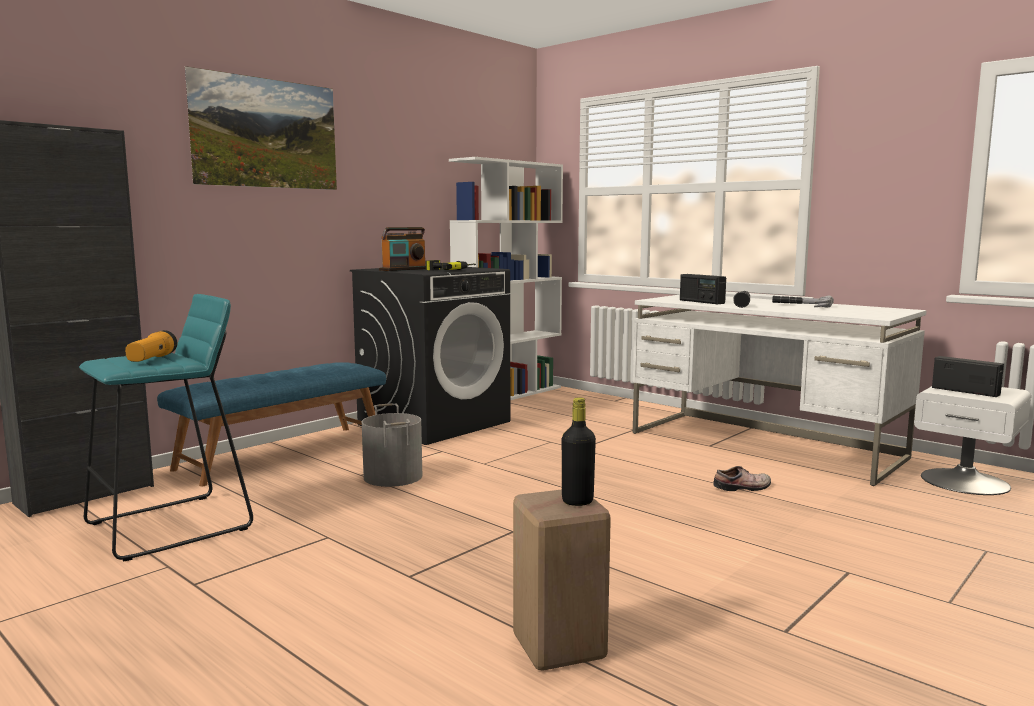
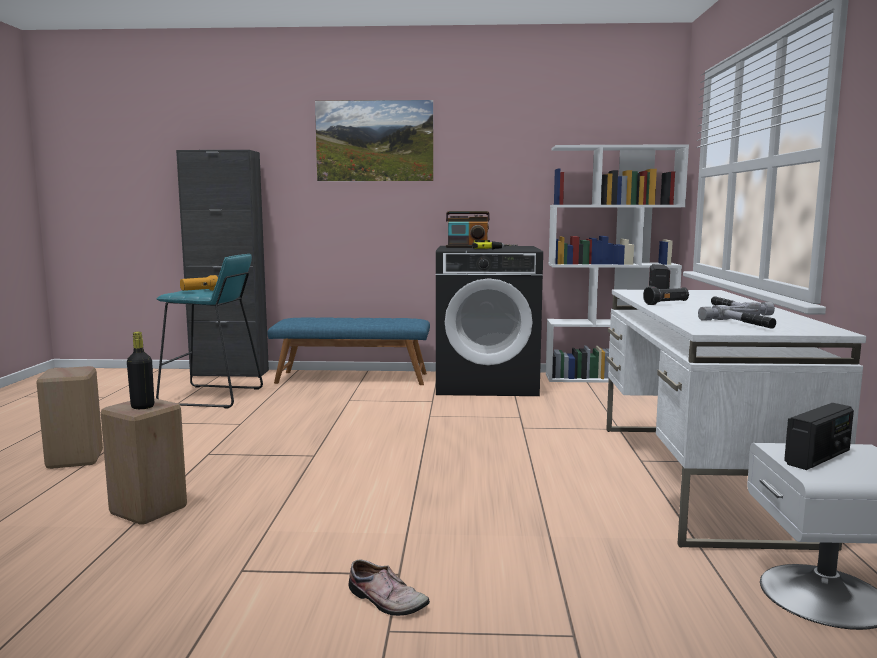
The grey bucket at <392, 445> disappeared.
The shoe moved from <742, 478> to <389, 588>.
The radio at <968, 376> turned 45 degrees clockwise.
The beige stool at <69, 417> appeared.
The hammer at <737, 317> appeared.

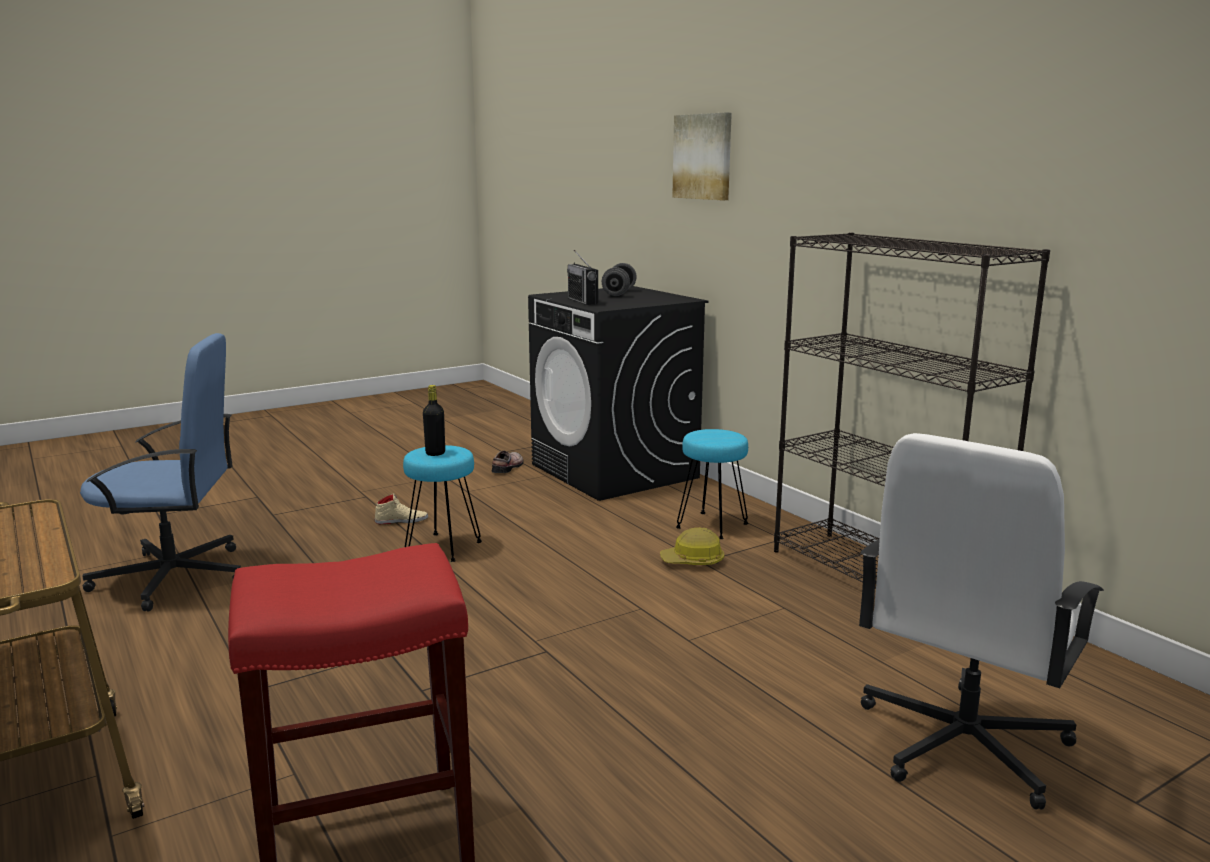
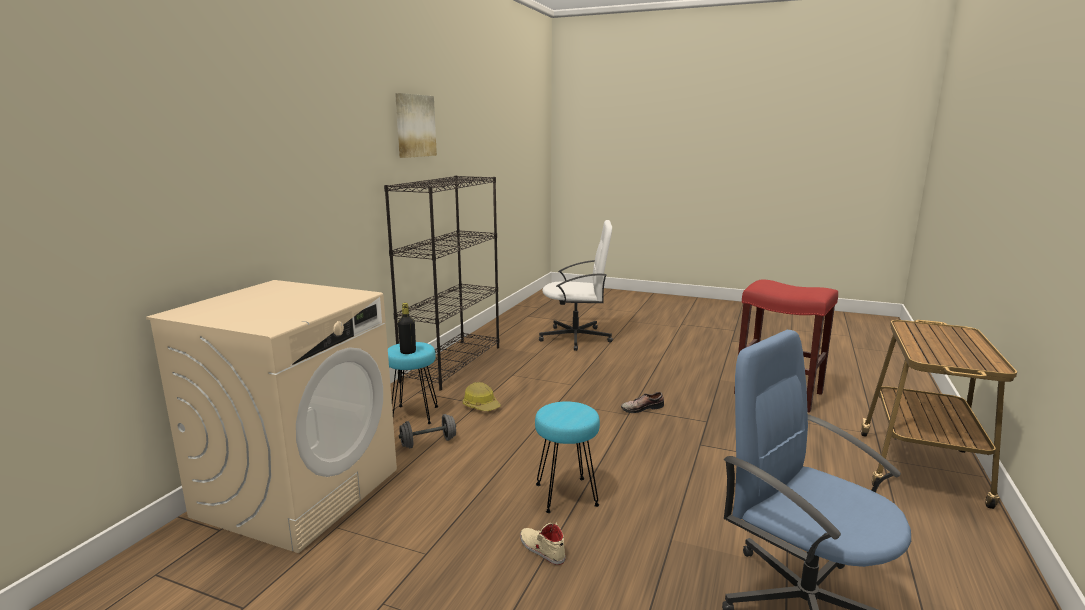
The black bottle moved from <434, 420> to <407, 328>.
The shoe moved from <508, 461> to <642, 402>.
The black washing machine at <618, 393> became the beige washing machine at <271, 416>.
The radio at <582, 277> disappeared.
The grey dumbbell moved from <619, 279> to <427, 431>.
The picture moved from <702, 156> to <416, 125>.

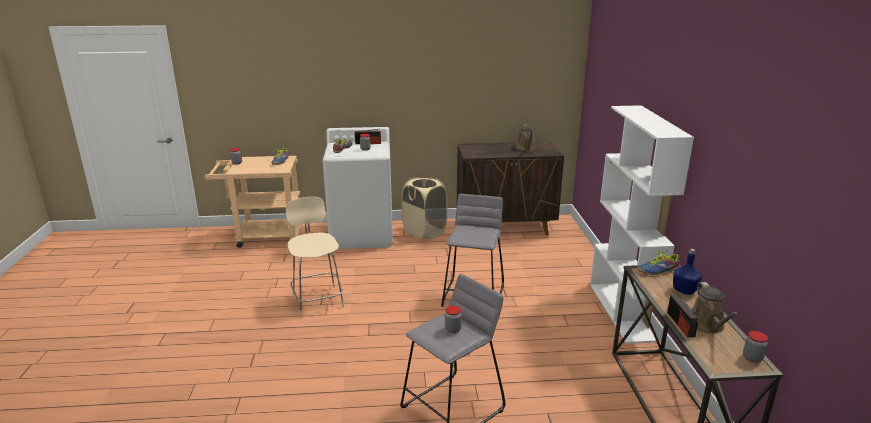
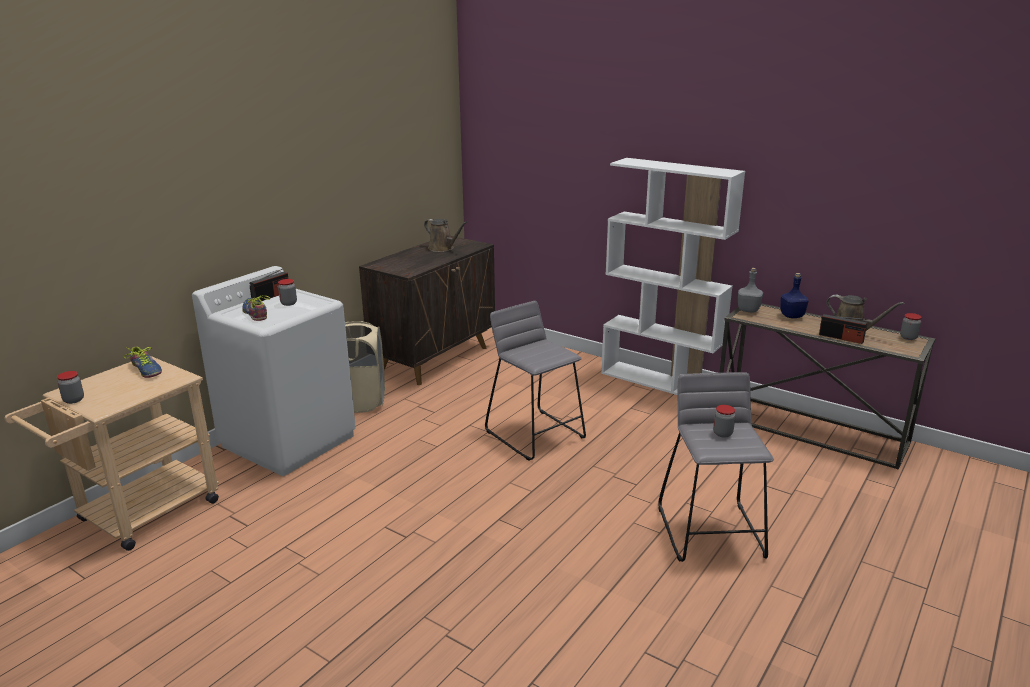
The beige stool at <315, 256> disappeared.
The shoe at <659, 262> was replaced by the grey bottle at <750, 290>.

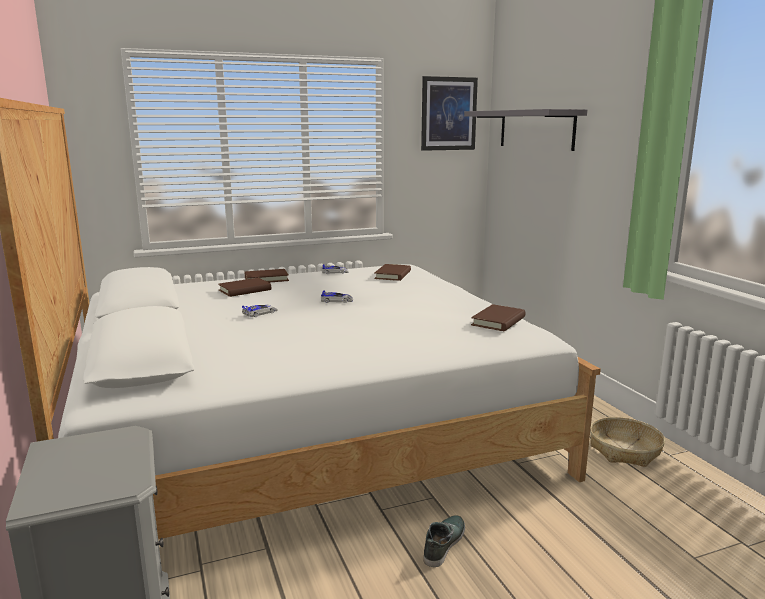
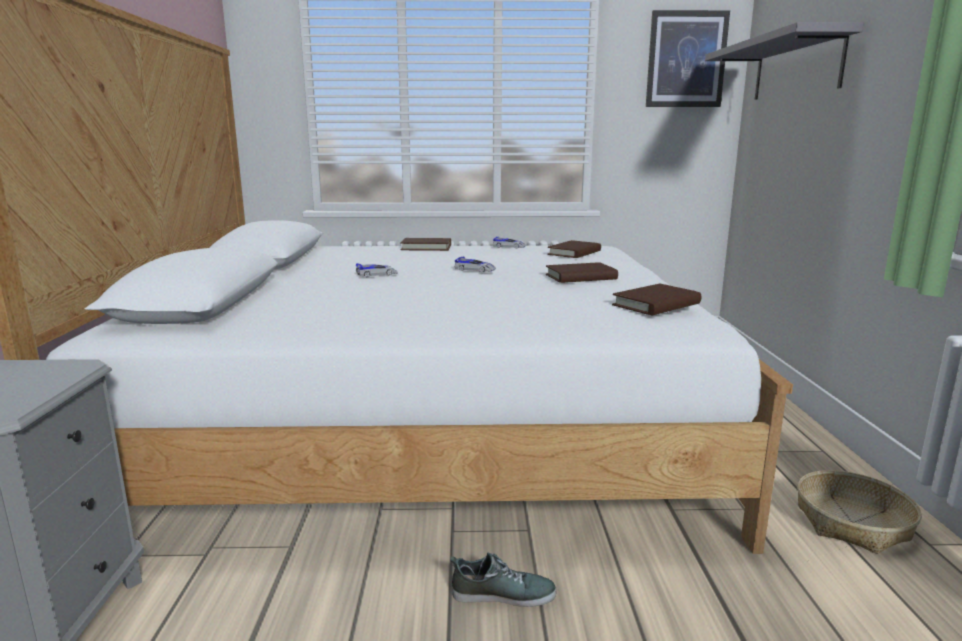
The brown book moved from <244, 287> to <582, 272>.
The shoe at <444, 541> turned 45 degrees clockwise.

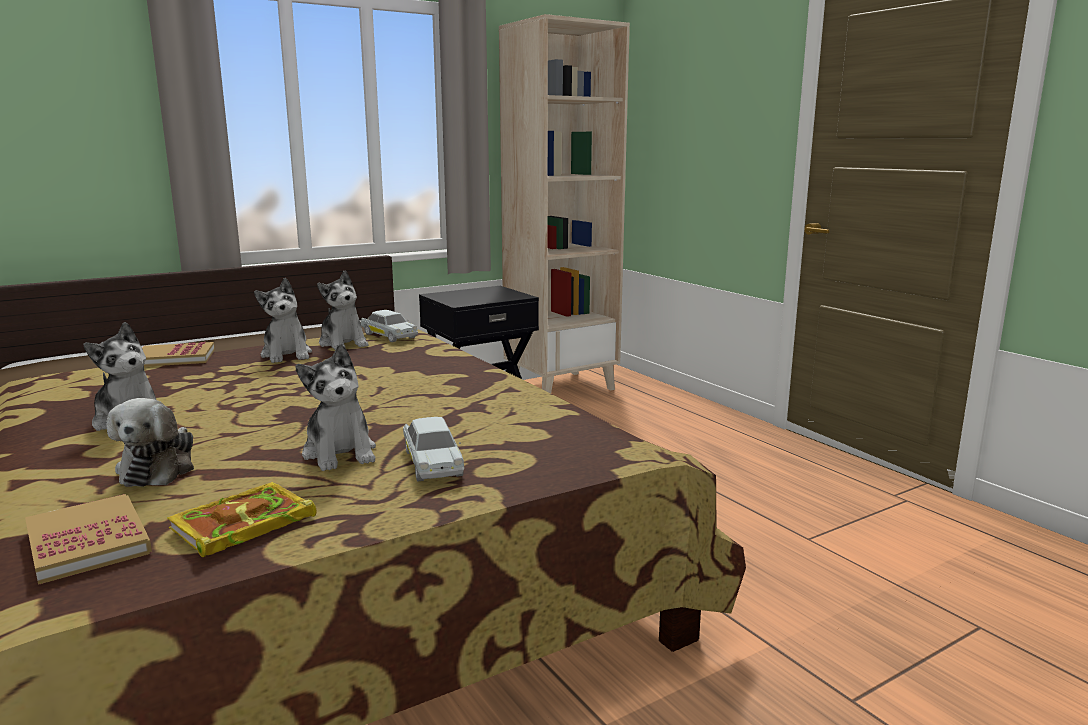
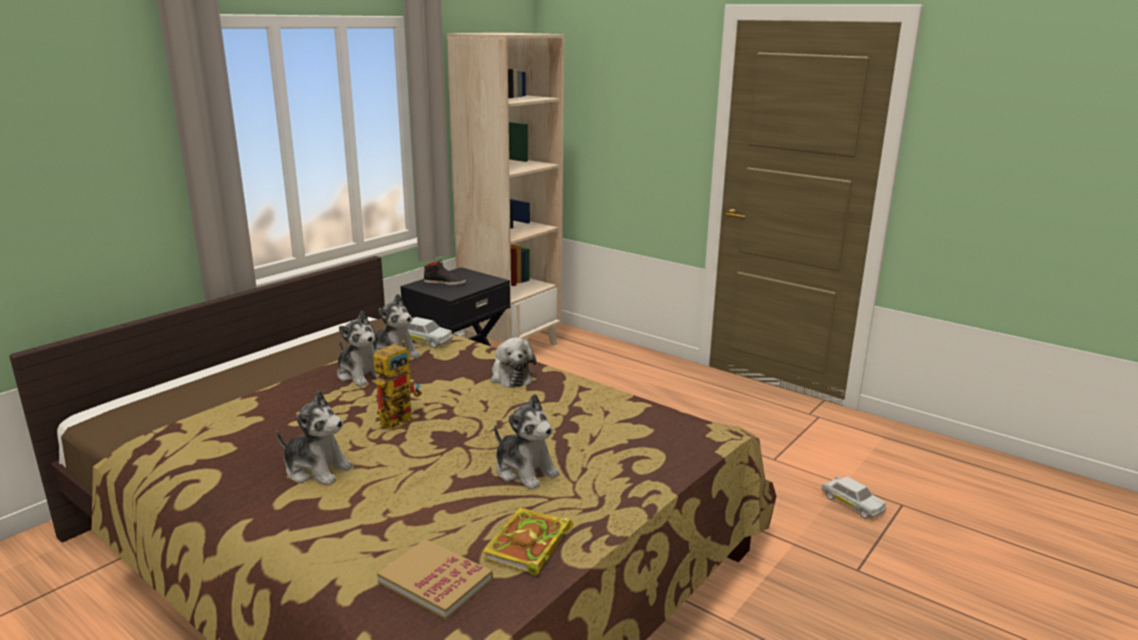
The plush toy moved from <150, 442> to <513, 363>.
The book at <178, 354> disappeared.
The white toy car moved from <433, 449> to <853, 497>.
The toy robot at <397, 385> appeared.
The black shoe at <445, 272> appeared.

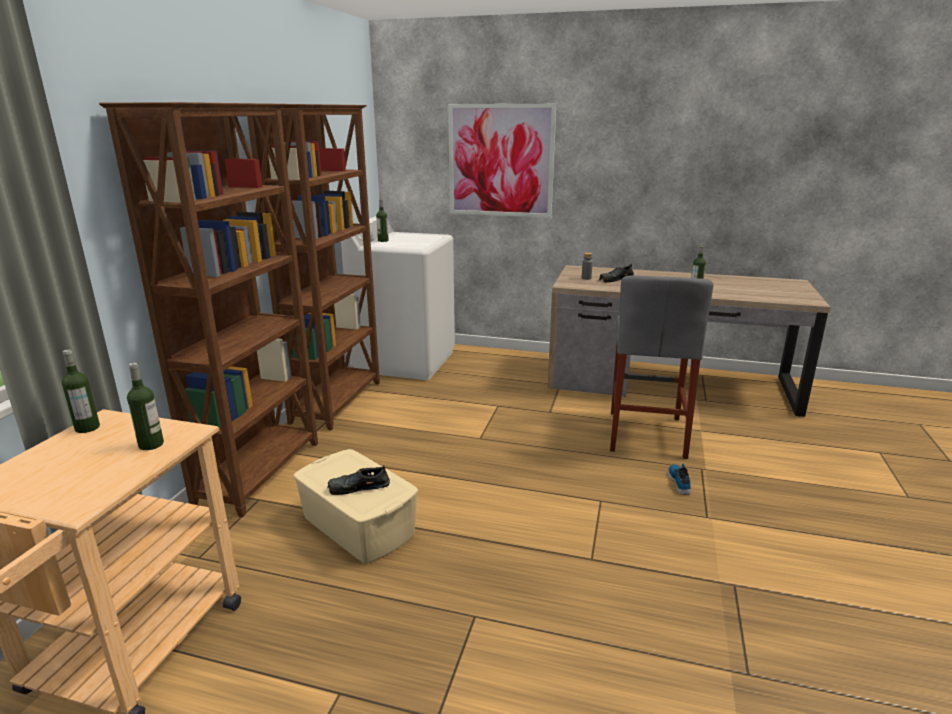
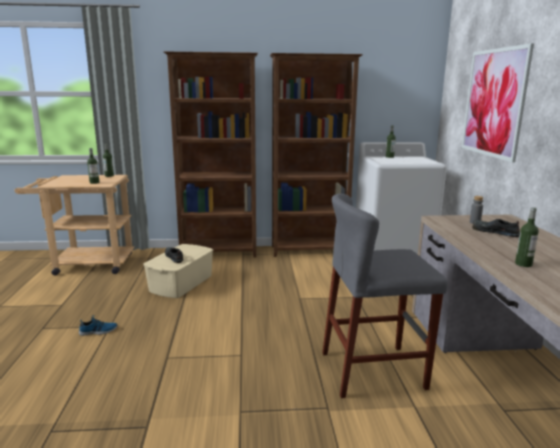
The shoe moved from <679, 479> to <98, 325>.

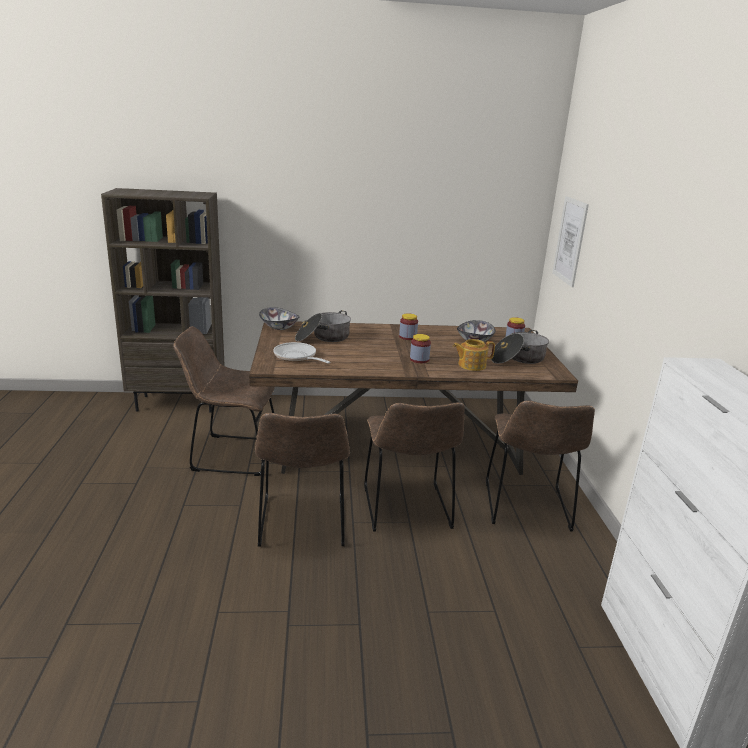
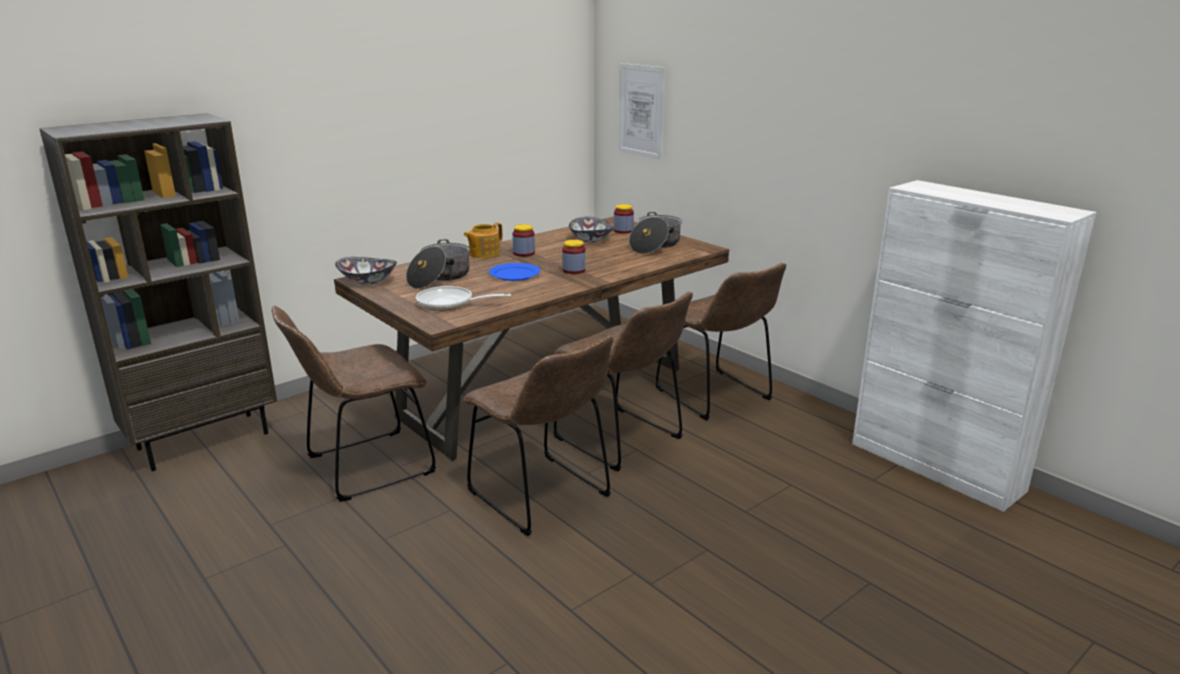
The teapot moved from <474, 355> to <483, 240>.
The blue plate at <514, 272> appeared.

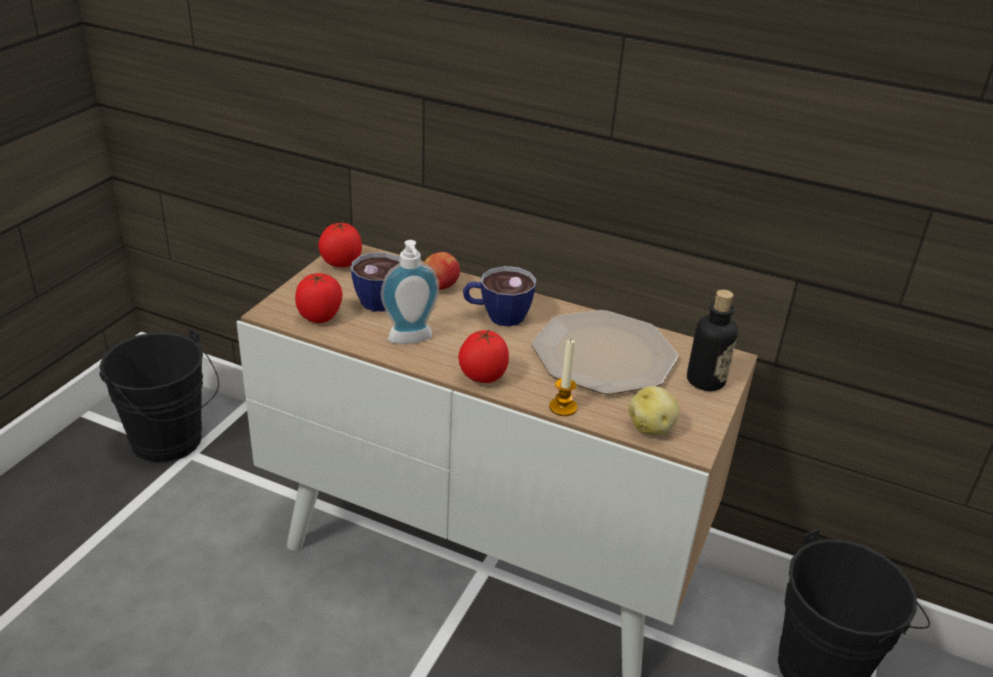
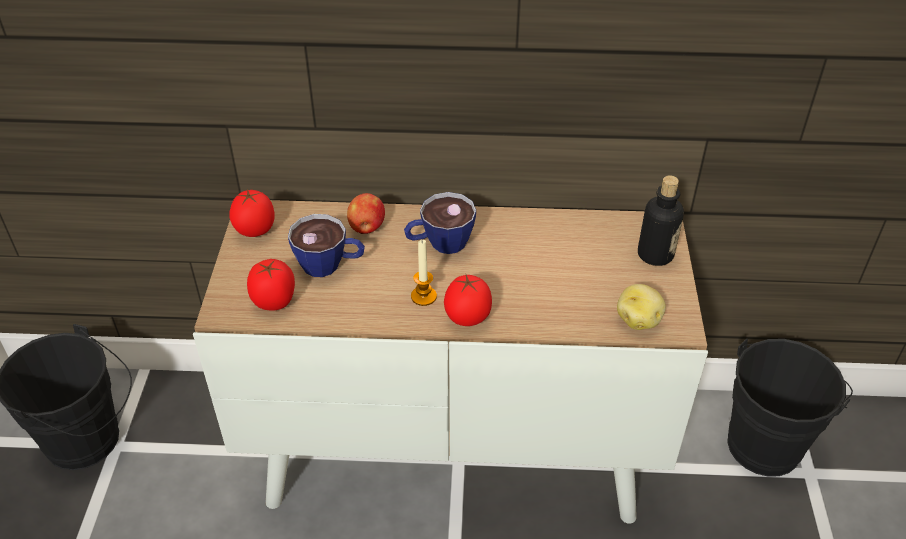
The soap dispenser at <410, 292> disappeared.
The plate at <605, 352> disappeared.
The candle moved from <563, 378> to <424, 273>.

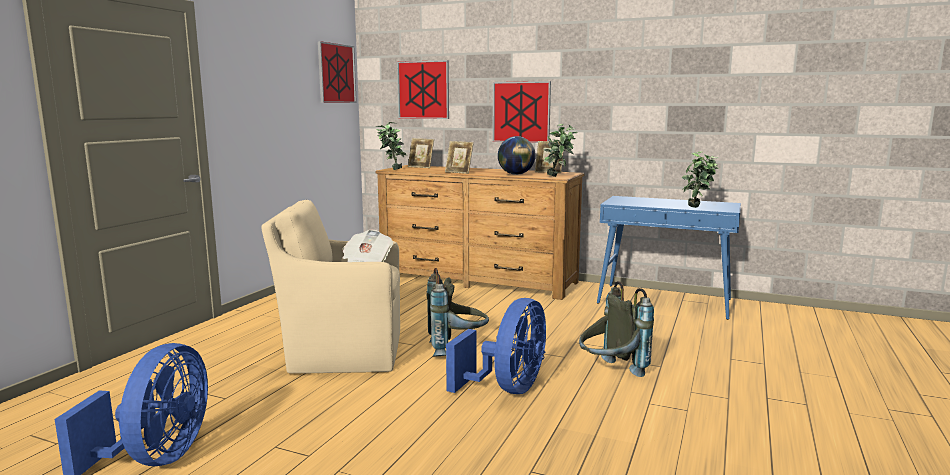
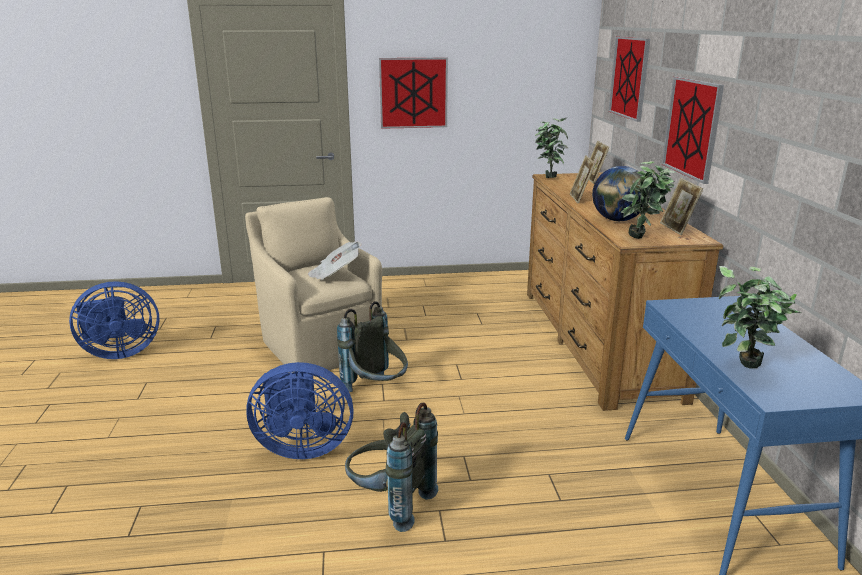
The picture moved from <337, 72> to <413, 93>.

